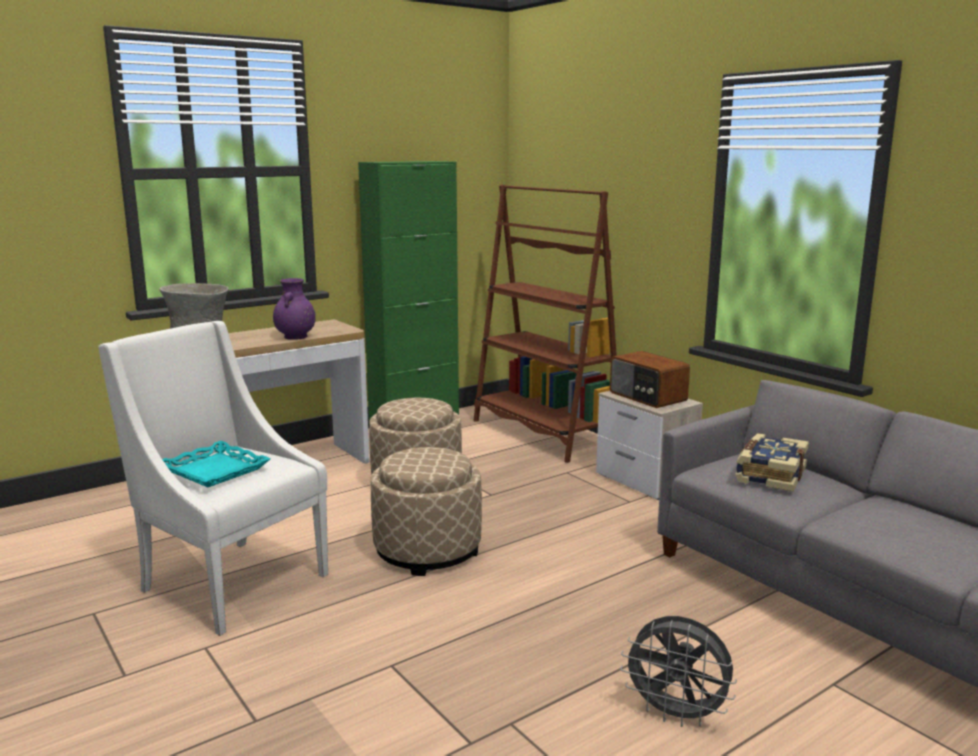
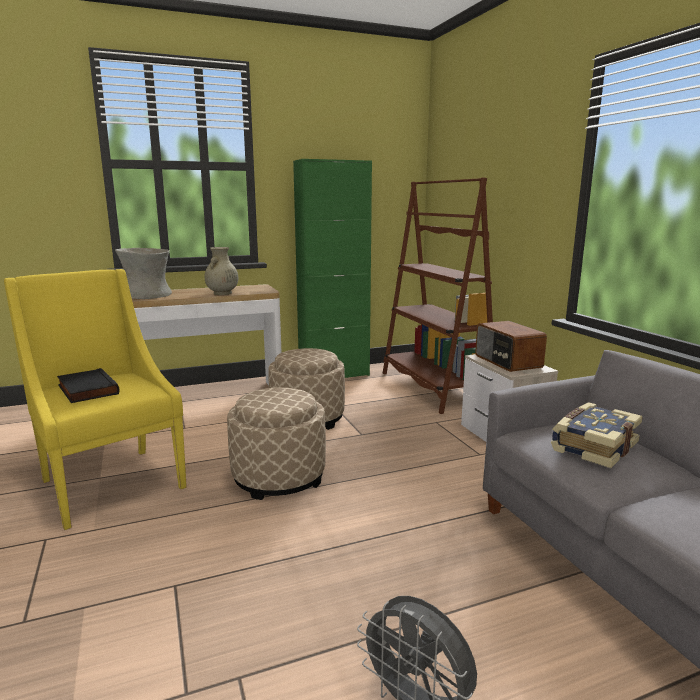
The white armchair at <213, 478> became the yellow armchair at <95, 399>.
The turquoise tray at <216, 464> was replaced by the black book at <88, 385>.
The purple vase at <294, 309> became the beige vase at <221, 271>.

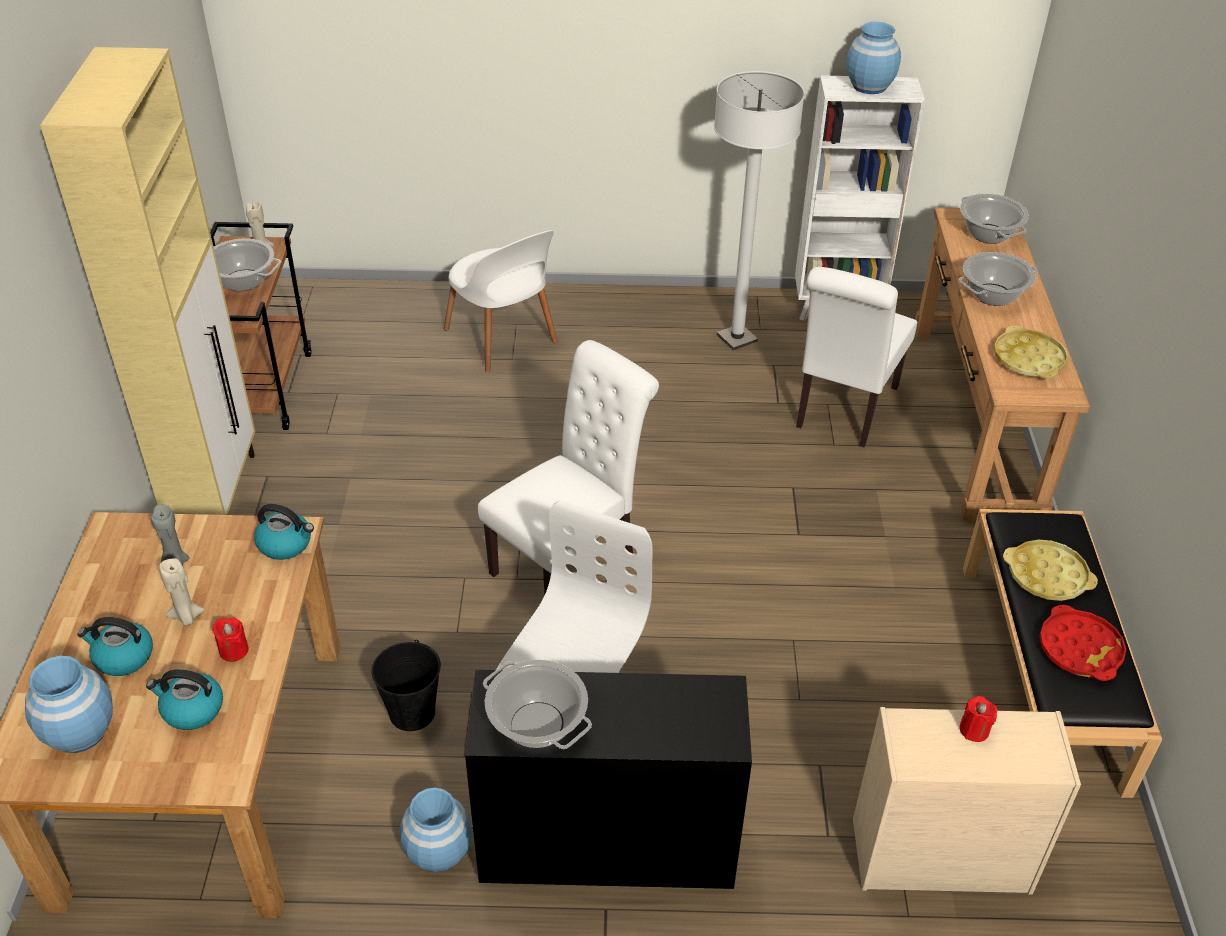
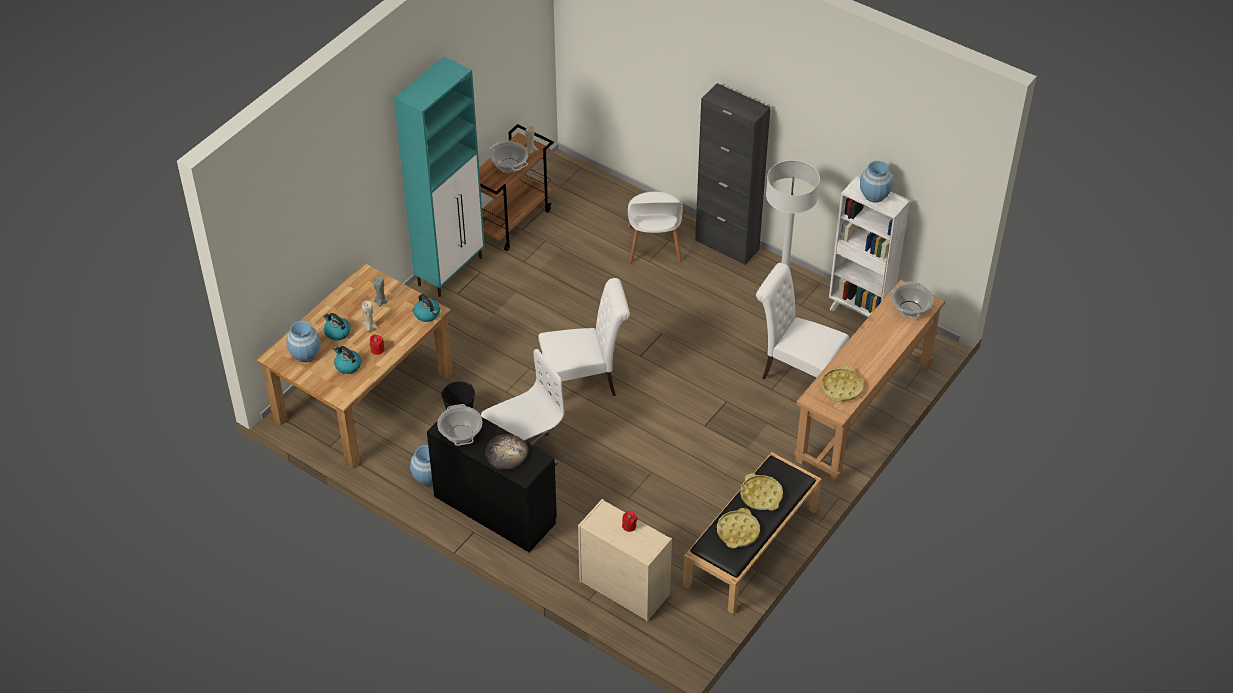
The beige cabinet at <147, 281> became the turquoise cabinet at <439, 177>.
The white chair at <856, 357> turned 60 degrees clockwise.
The cooking pot at <998, 279> disappeared.
The red tray at <1082, 643> became the yellow tray at <738, 528>.
The bread at <507, 452> appeared.
The black cabinet at <732, 174> appeared.

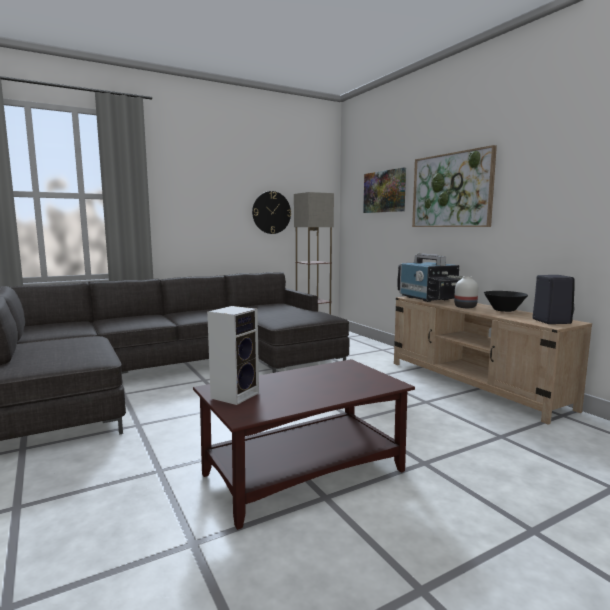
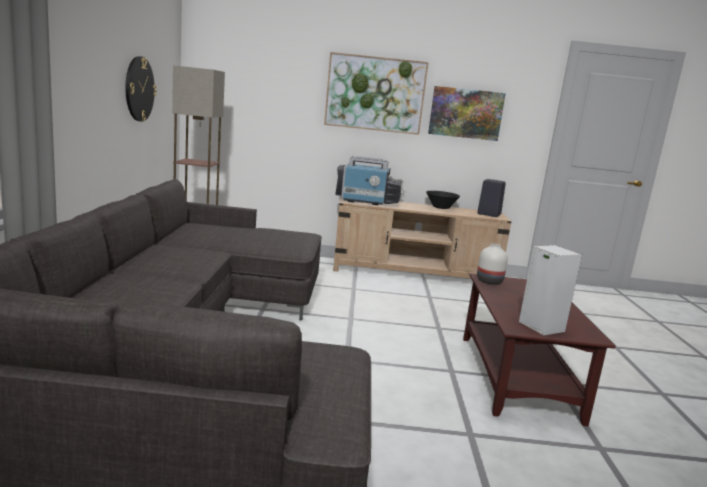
The picture moved from <384, 190> to <467, 113>.
The white vase moved from <466, 292> to <492, 264>.

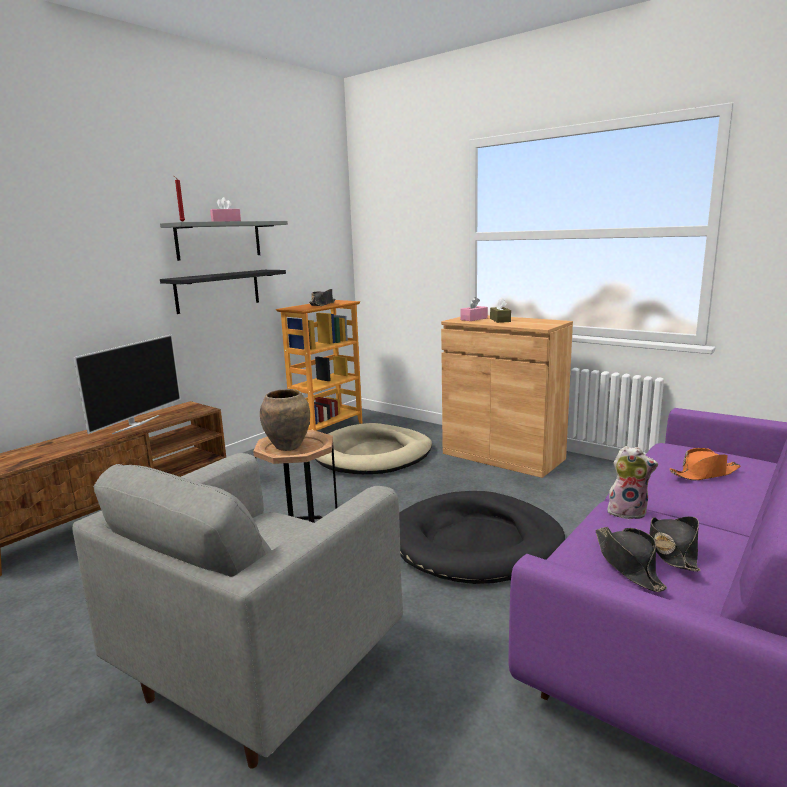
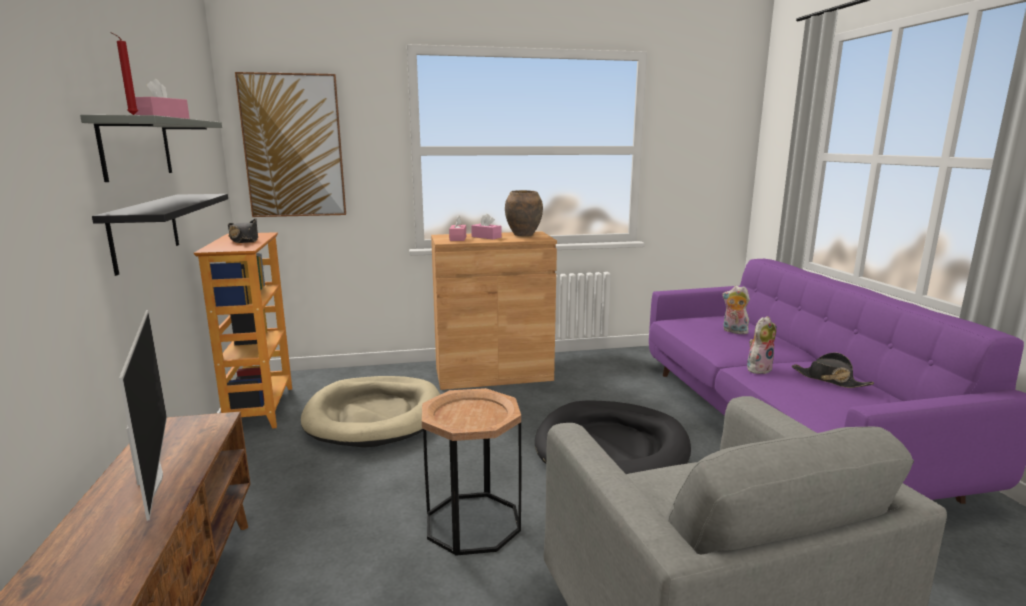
The brown vase moved from <285, 420> to <524, 213>.
The brown tissue box at <500, 310> became the pink tissue box at <486, 226>.
The black hat at <631, 559> disappeared.
The orange hat at <705, 464> was replaced by the plush toy at <736, 310>.
The picture at <290, 144> appeared.

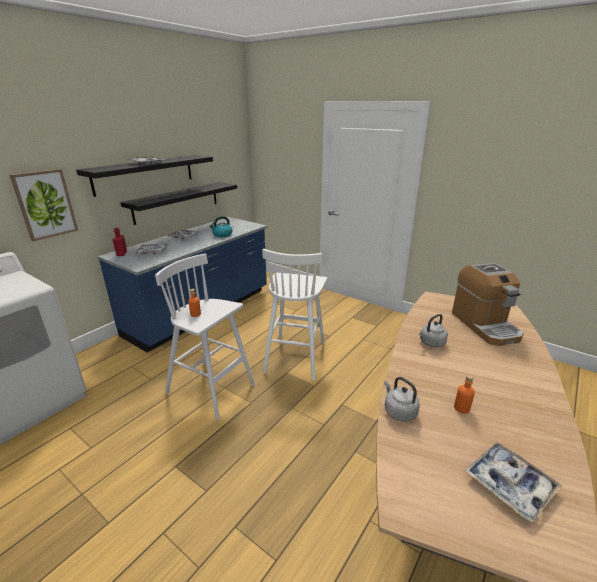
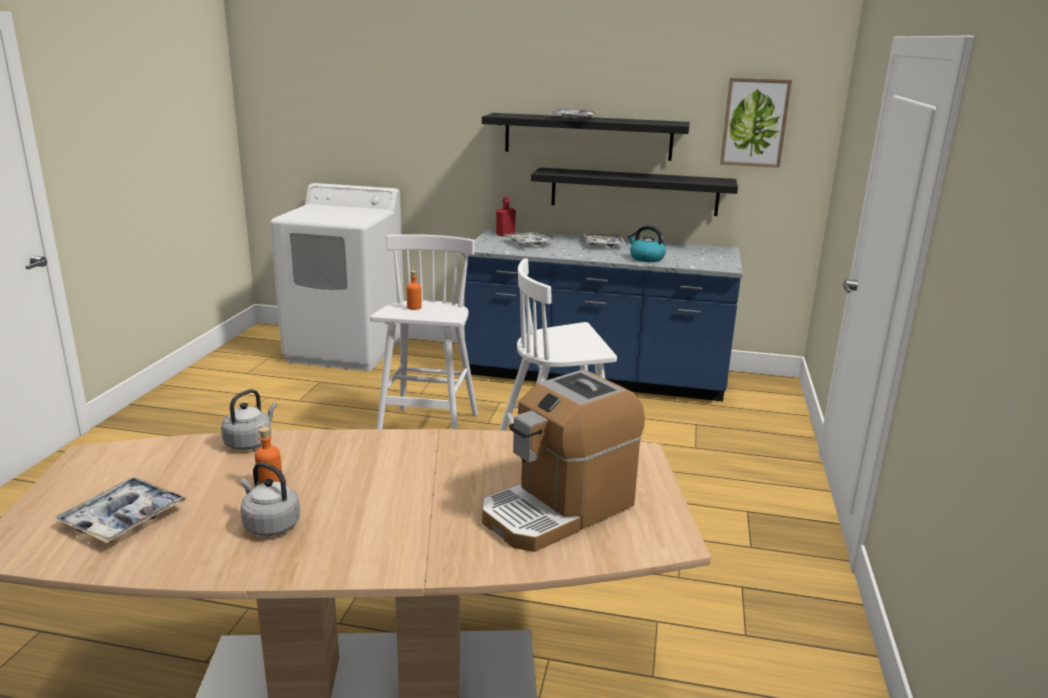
The picture moved from <44, 205> to <756, 123>.
The grey kettle moved from <433, 330> to <270, 499>.

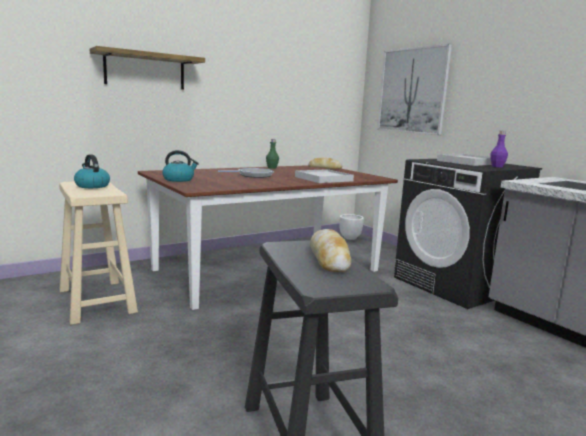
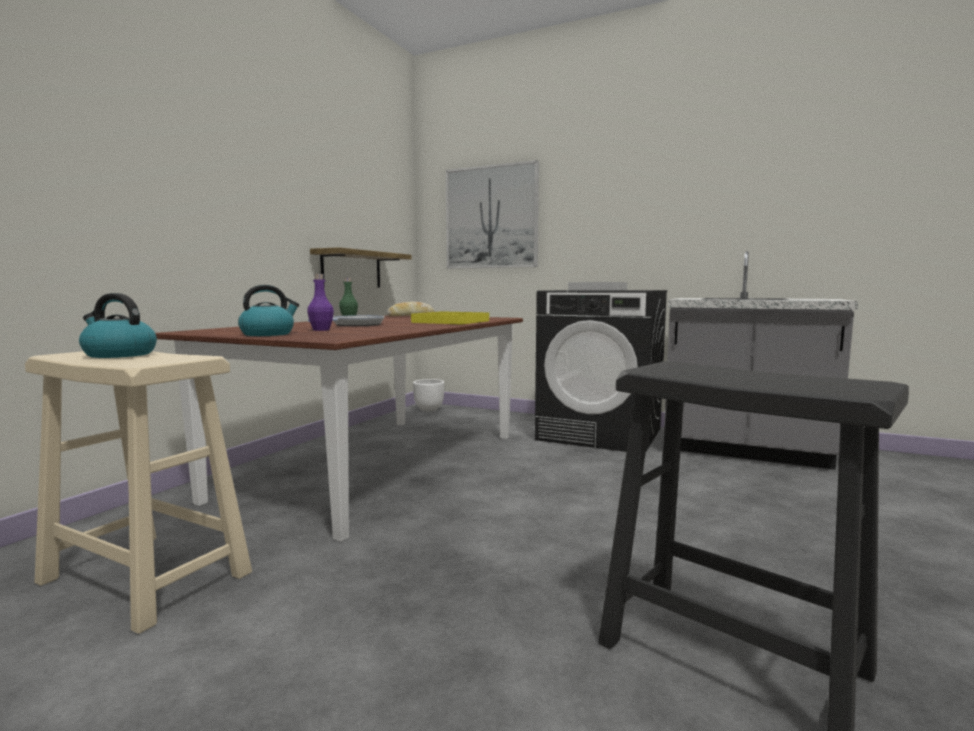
The shelf moved from <147, 67> to <361, 267>.
The white tray at <324, 176> became the yellow tray at <450, 318>.
The bread at <330, 250> disappeared.
The purple bottle moved from <499, 149> to <320, 302>.

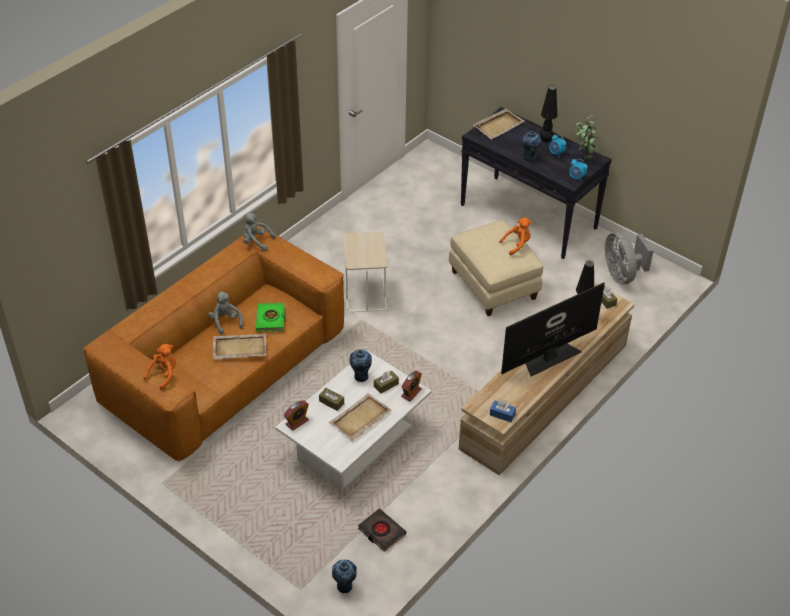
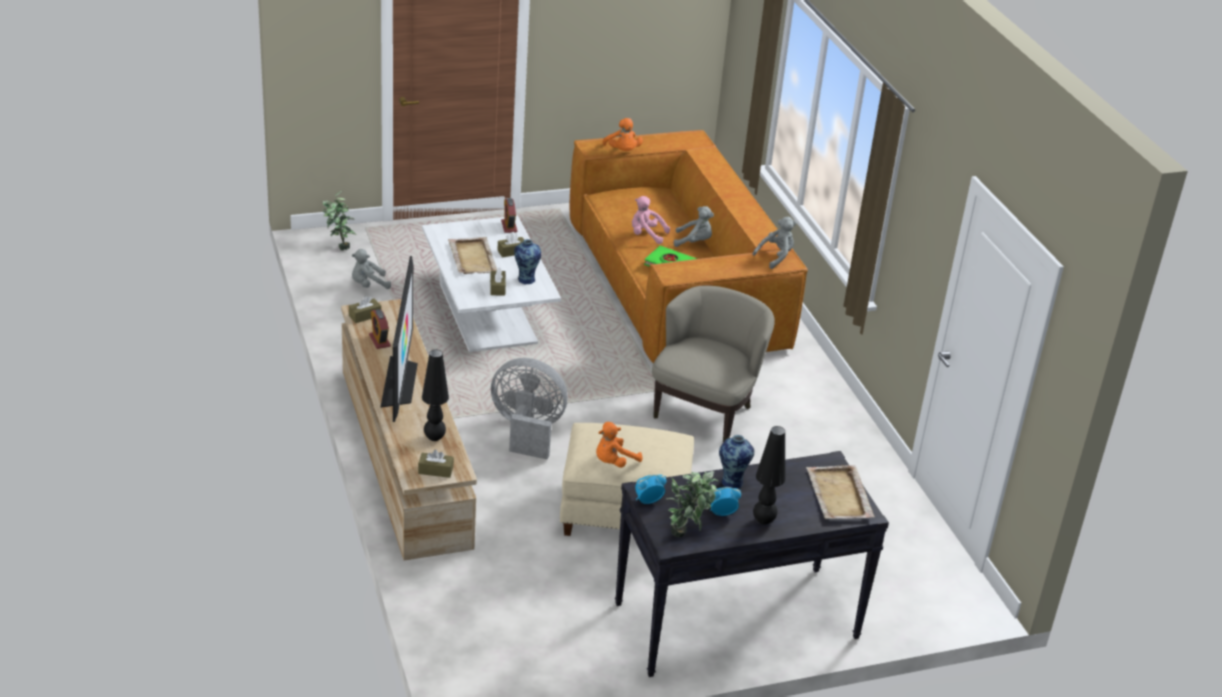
The beige tray at <240, 346> was replaced by the pink plush toy at <651, 220>.
The vase at <344, 577> was replaced by the potted plant at <339, 220>.
The beige side table at <365, 272> was replaced by the beige armchair at <713, 363>.
The black book at <382, 530> was replaced by the grey plush toy at <371, 269>.
The alarm clock moved from <411, 386> to <380, 329>.
The blue tissue box at <503, 411> became the brown tissue box at <365, 309>.
The orange plush toy at <515, 236> turned 45 degrees clockwise.
The grey fan moved from <629, 258> to <529, 408>.

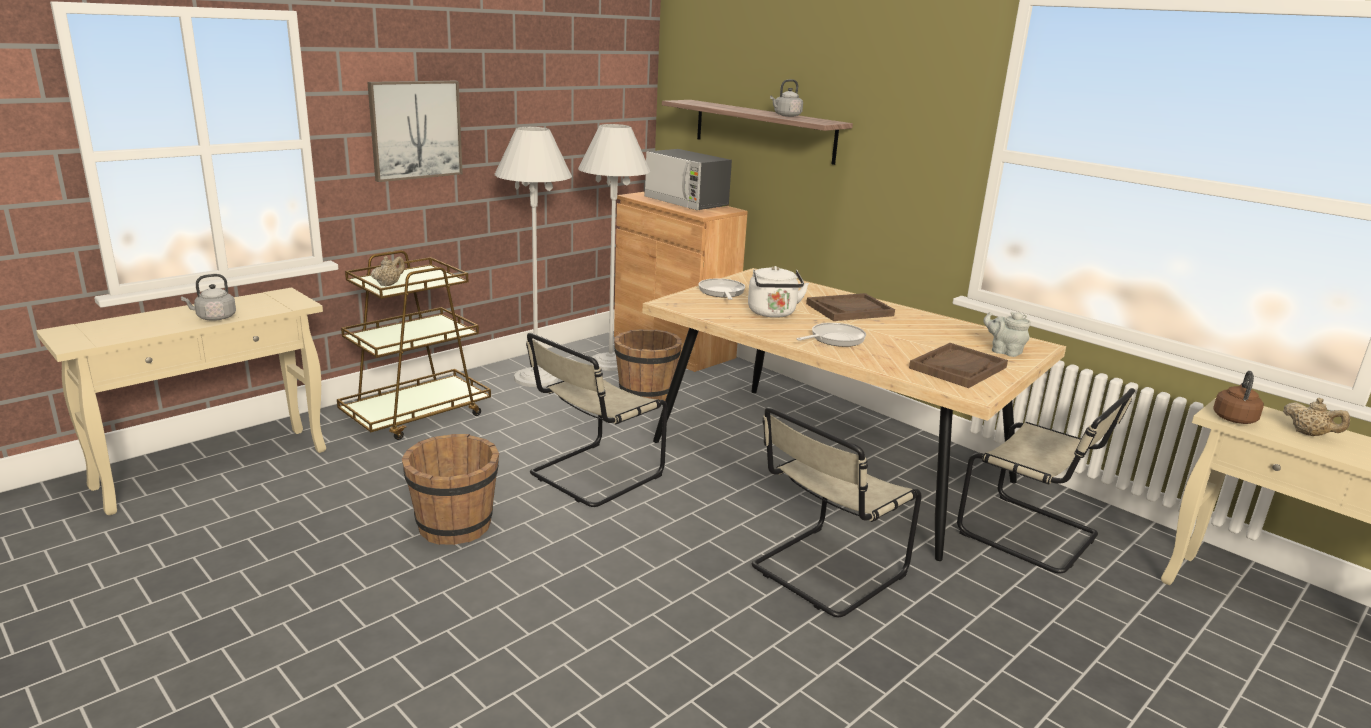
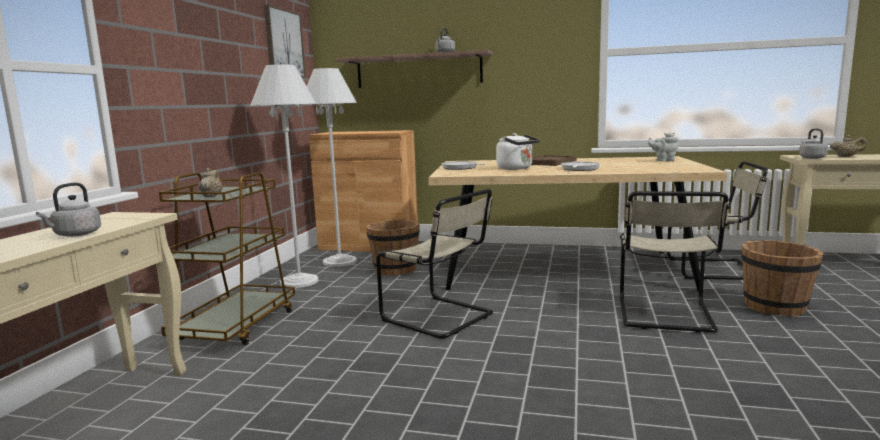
The picture moved from <415, 131> to <285, 40>.
The brown bucket moved from <450, 489> to <782, 278>.
The beige chair at <596, 420> turned 60 degrees counterclockwise.
The microwave at <688, 179> disappeared.
The brown tray at <958, 365> disappeared.
The brown kettle at <1238, 397> became the grey kettle at <813, 144>.

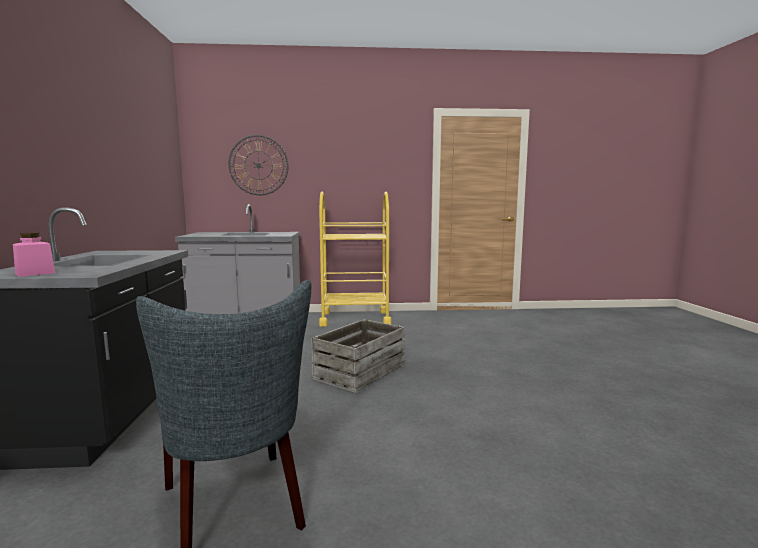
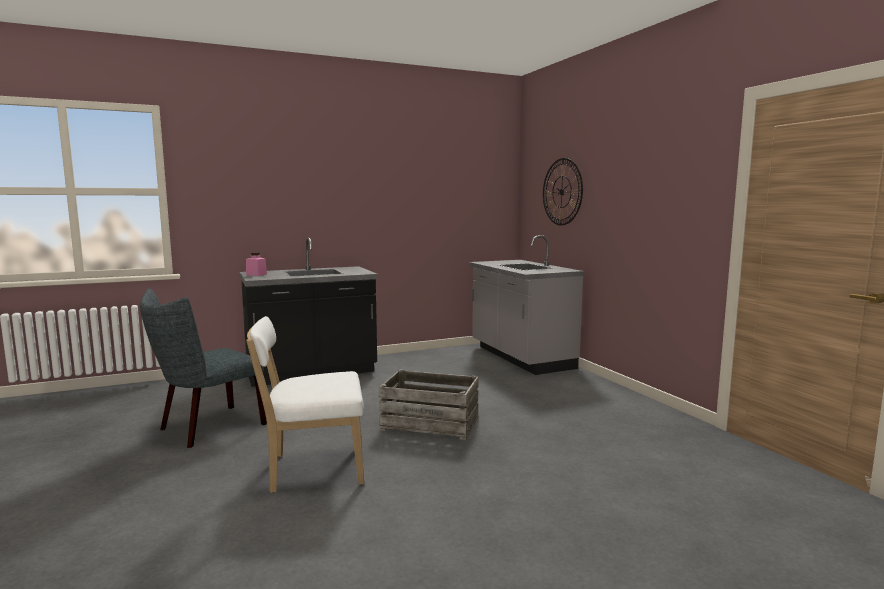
The yellow cart at <355, 259> disappeared.
The white chair at <305, 404> appeared.

